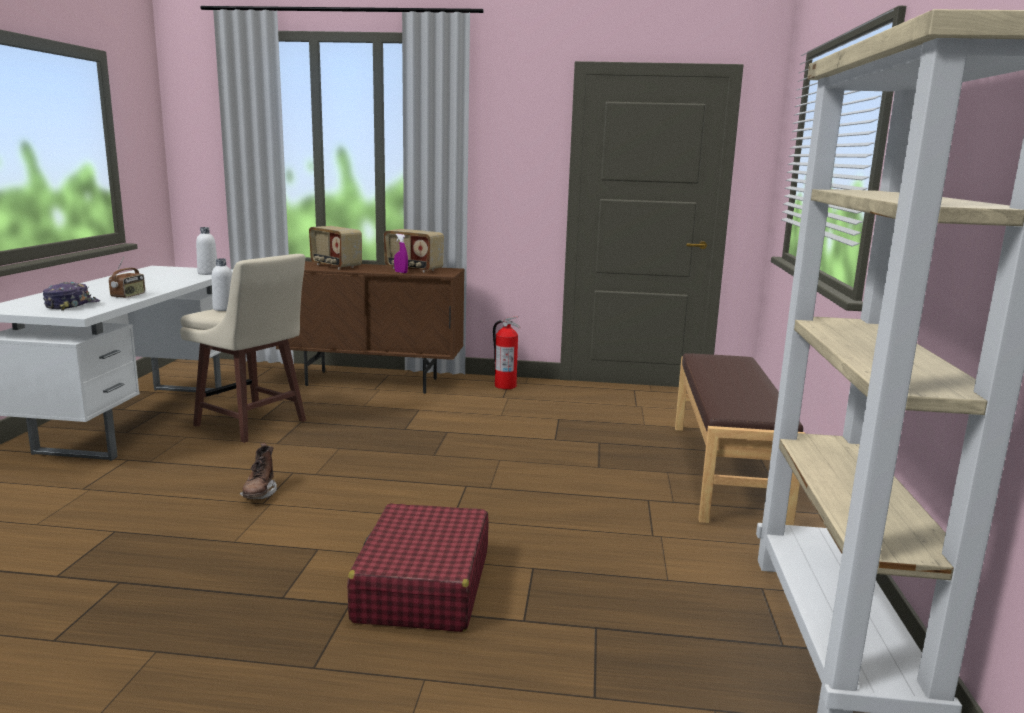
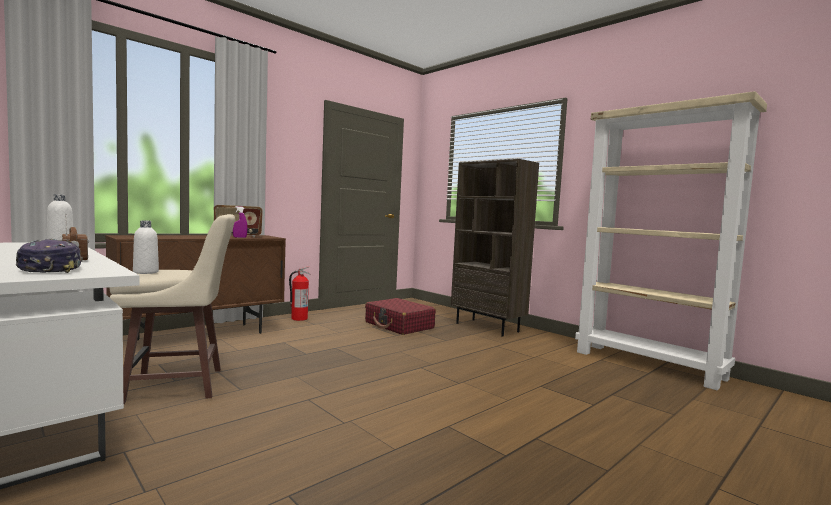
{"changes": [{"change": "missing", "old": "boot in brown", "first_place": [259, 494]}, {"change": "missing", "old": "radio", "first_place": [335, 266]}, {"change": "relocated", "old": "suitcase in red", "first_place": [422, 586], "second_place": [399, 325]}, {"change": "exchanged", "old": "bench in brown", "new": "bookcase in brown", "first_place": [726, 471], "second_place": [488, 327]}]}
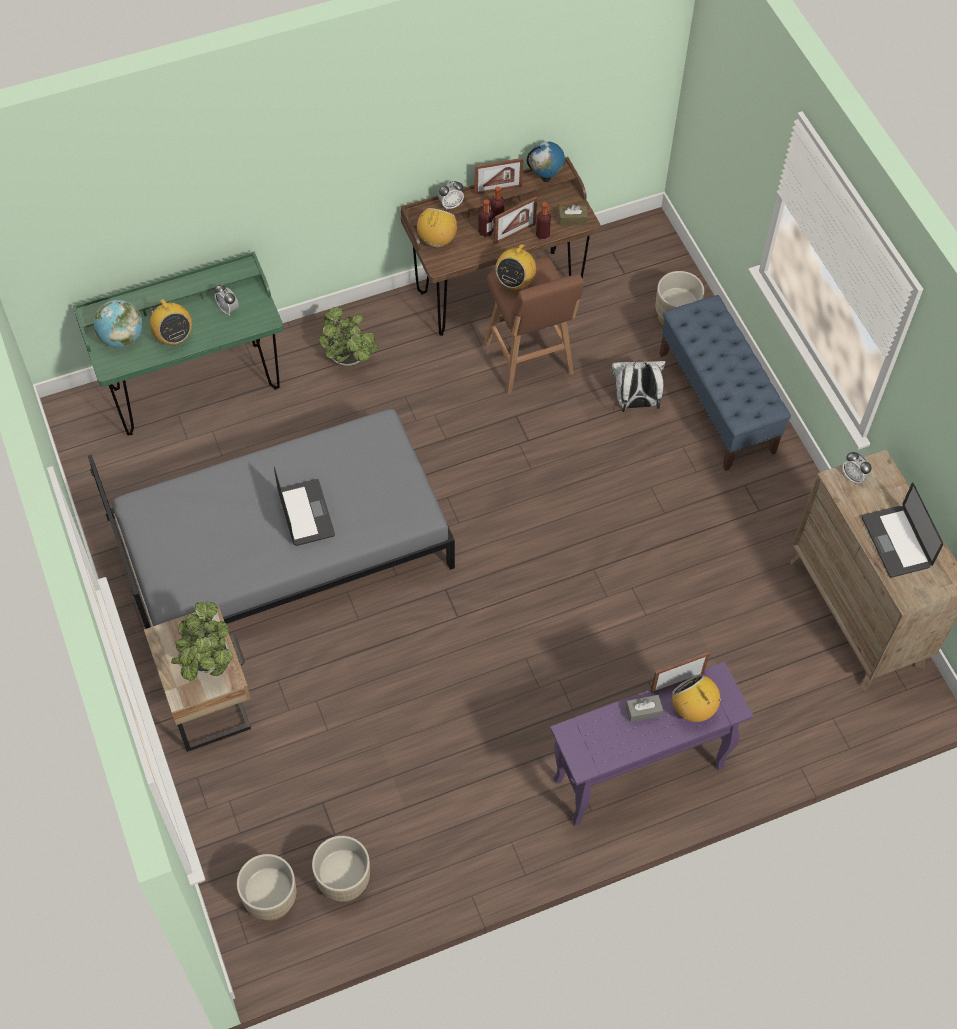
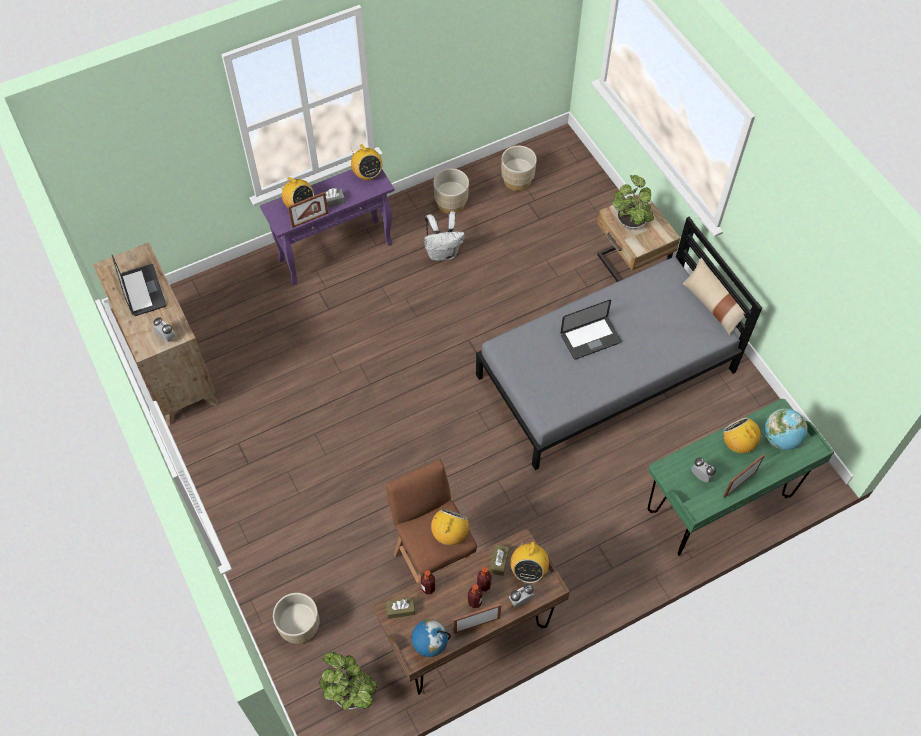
{"changes": [{"change": "missing", "old": "bench in blue", "first_place": [717, 403]}, {"change": "appeared", "new": "radio", "second_place": [367, 174]}, {"change": "appeared", "new": "tissue box in brown", "second_place": [499, 562]}, {"change": "appeared", "new": "pillow in beige", "second_place": [712, 305]}, {"change": "relocated", "old": "planter in beige", "first_place": [270, 898], "second_place": [451, 203]}, {"change": "relocated", "old": "potted plant", "first_place": [350, 360], "second_place": [350, 692]}, {"change": "relocated", "old": "picture frame", "first_place": [514, 233], "second_place": [739, 483]}, {"change": "relocated", "old": "backpack in white", "first_place": [635, 403], "second_place": [443, 253]}, {"change": "spun", "old": "laptop", "first_place": [306, 513], "second_place": [590, 339], "degrees": -90}]}
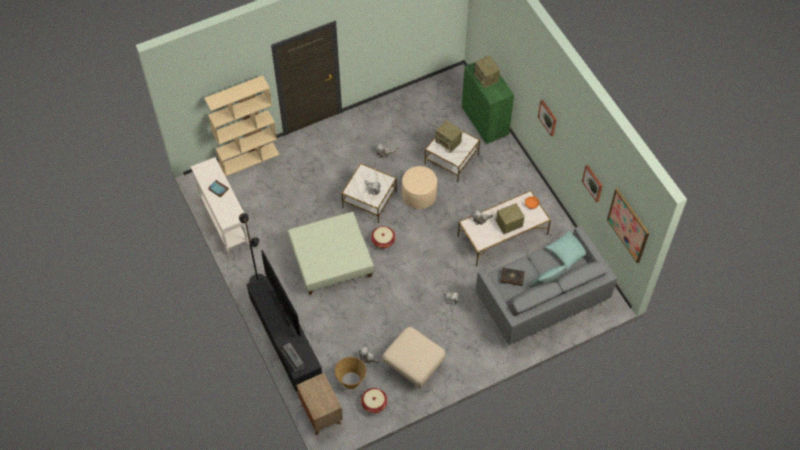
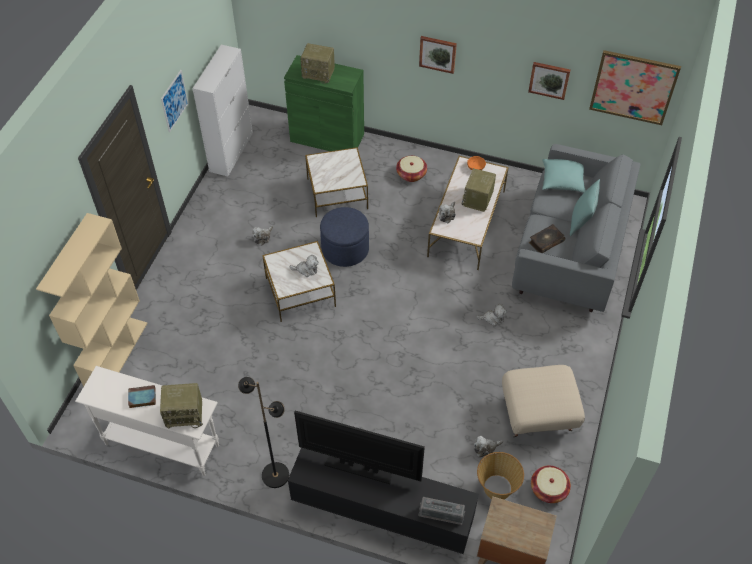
{"changes": [{"change": "missing", "old": "ottoman in green", "first_place": [331, 260]}, {"change": "appeared", "new": "picture", "second_place": [174, 101]}, {"change": "appeared", "new": "cabinet in white", "second_place": [231, 151]}, {"change": "relocated", "old": "basket", "first_place": [383, 241], "second_place": [411, 174]}, {"change": "relocated", "old": "radio", "first_place": [448, 142], "second_place": [185, 413]}, {"change": "colour", "old": "ottoman in beige", "new": "ottoman in blue", "first_place": [419, 195], "second_place": [345, 249]}]}
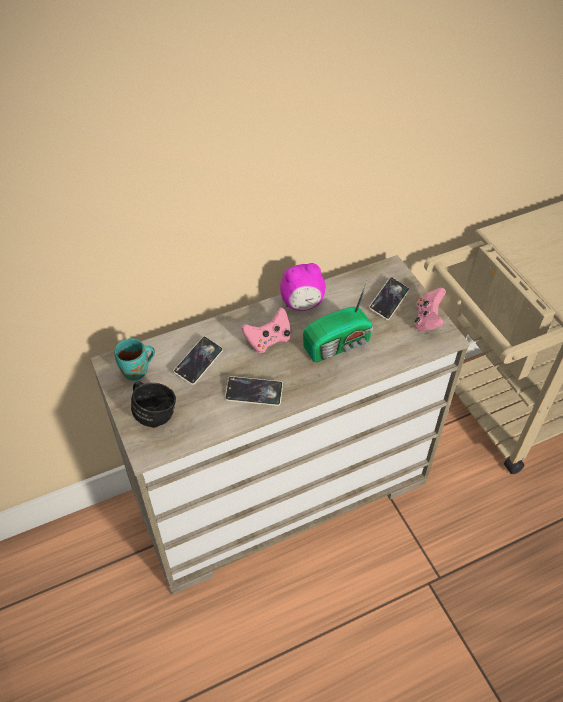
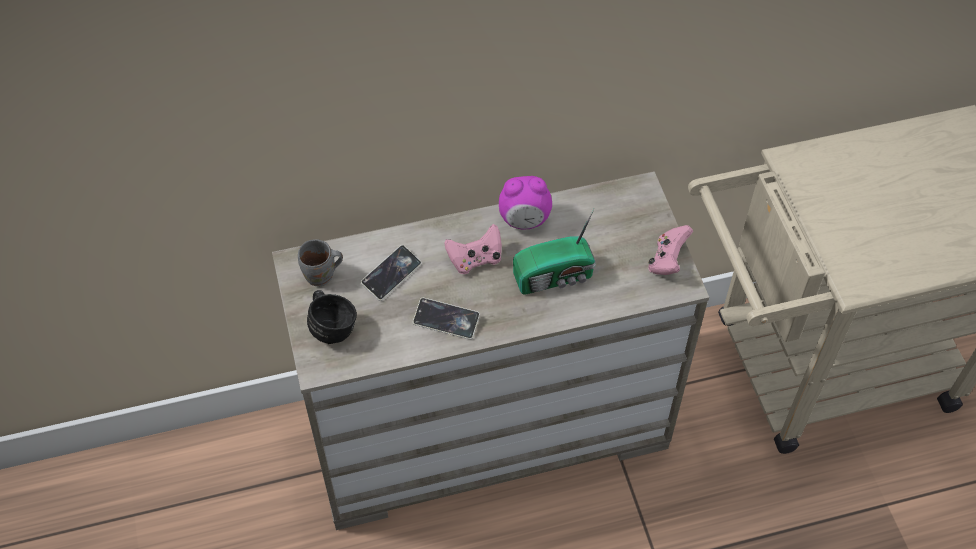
{"changes": [{"change": "missing", "old": "phone", "first_place": [388, 301]}, {"change": "colour", "old": "mug in turquoise", "new": "mug in grey", "first_place": [137, 372], "second_place": [321, 276]}]}
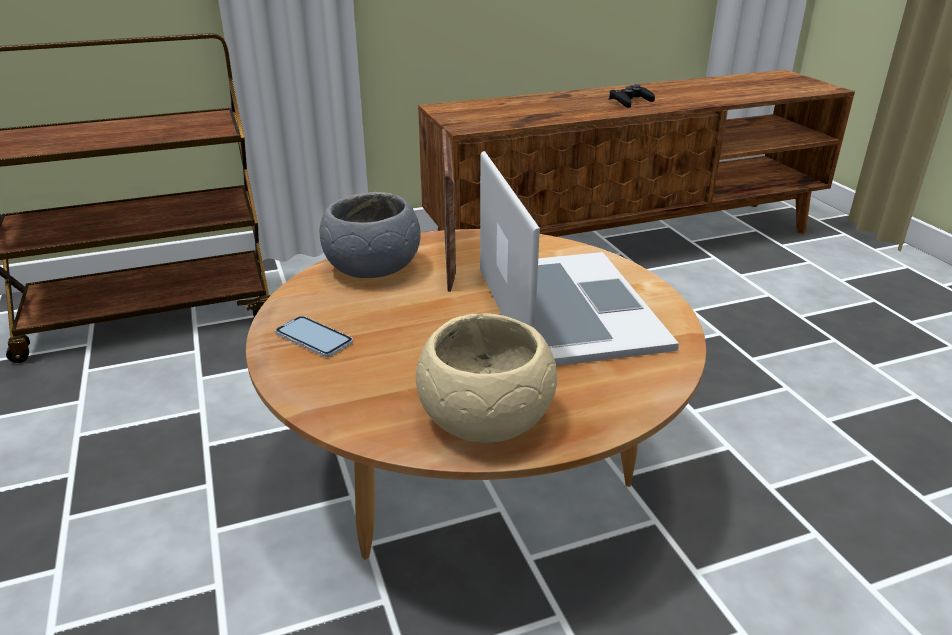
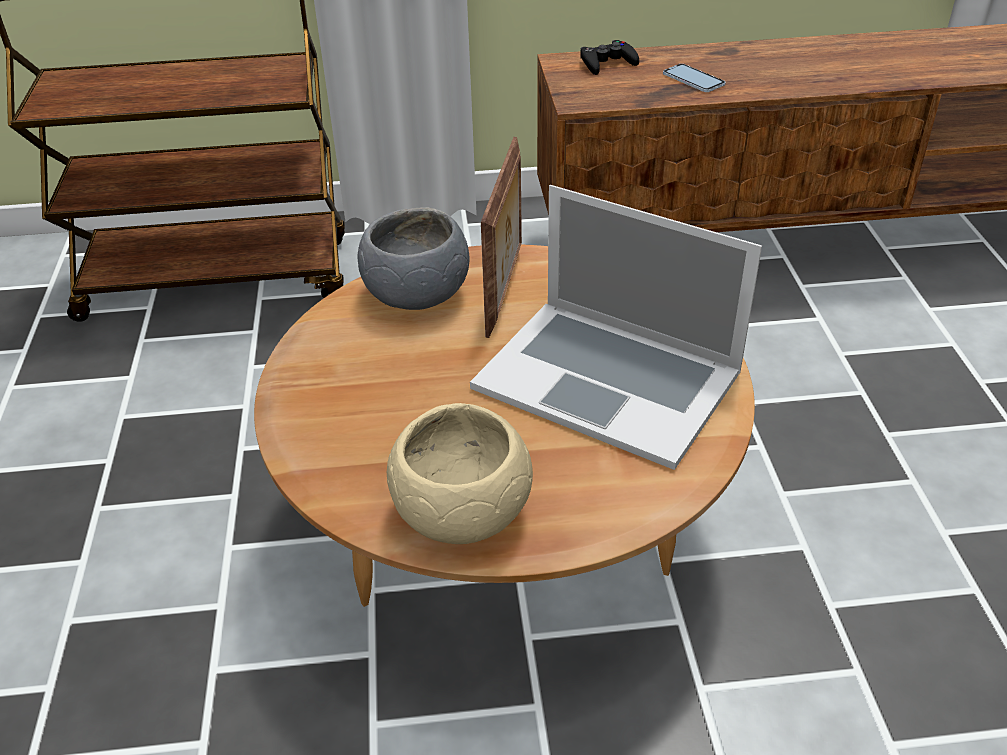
{"changes": [{"change": "relocated", "old": "phone", "first_place": [314, 338], "second_place": [693, 79]}, {"change": "relocated", "old": "game controller in black", "first_place": [630, 101], "second_place": [607, 63]}, {"change": "spun", "old": "laptop", "first_place": [567, 307], "second_place": [608, 379], "degrees": 120}]}
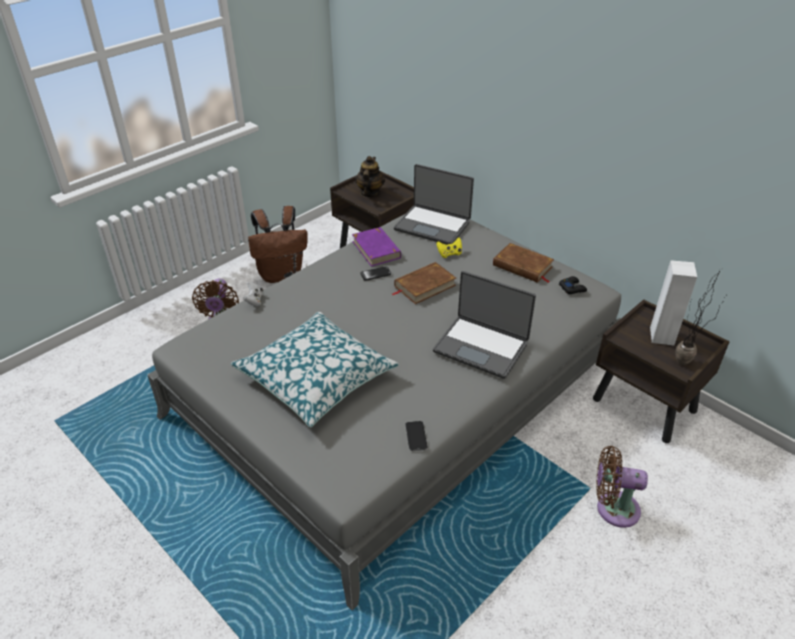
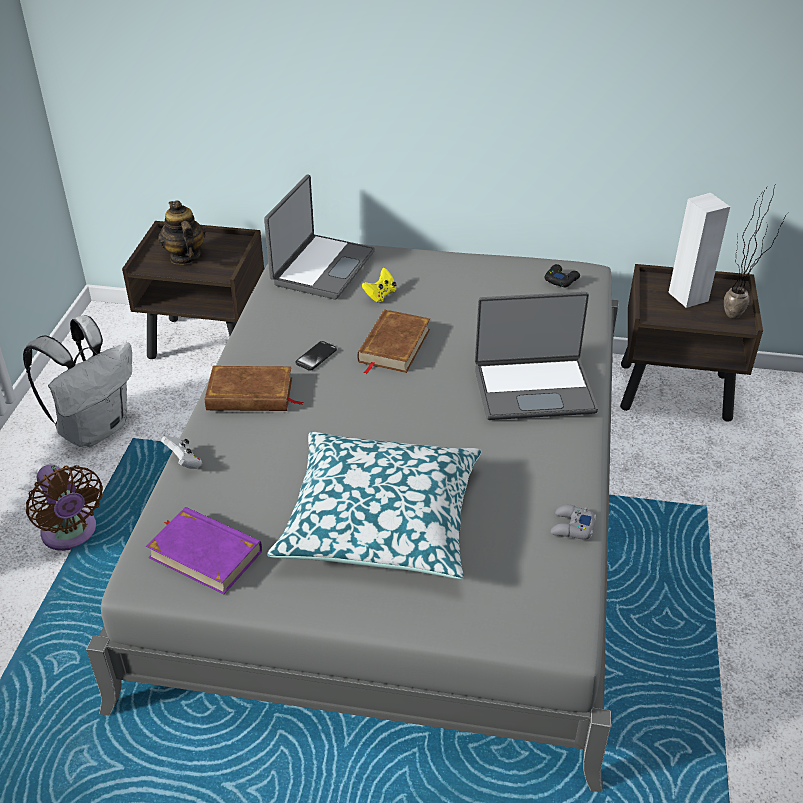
{"changes": [{"change": "missing", "old": "fan in brown", "first_place": [613, 508]}, {"change": "relocated", "old": "book in purple", "first_place": [376, 249], "second_place": [205, 554]}, {"change": "relocated", "old": "book in brown", "first_place": [522, 266], "second_place": [250, 394]}, {"change": "exchanged", "old": "phone", "new": "game controller in grey", "first_place": [416, 436], "second_place": [572, 527]}, {"change": "colour", "old": "backpack in brown", "new": "backpack in white", "first_place": [281, 274], "second_place": [95, 428]}, {"change": "spun", "old": "laptop", "first_place": [433, 225], "second_place": [321, 268], "degrees": -60}]}
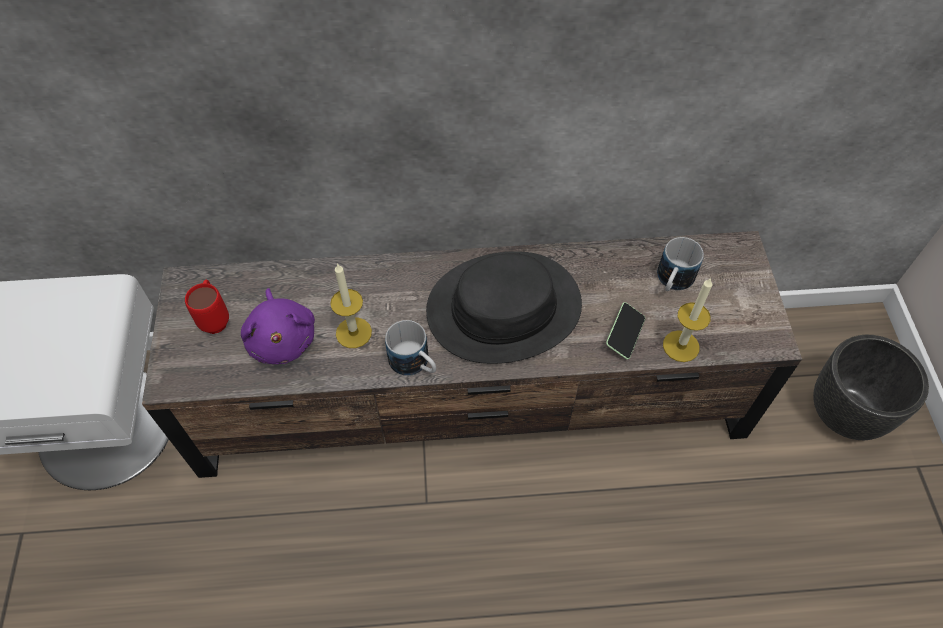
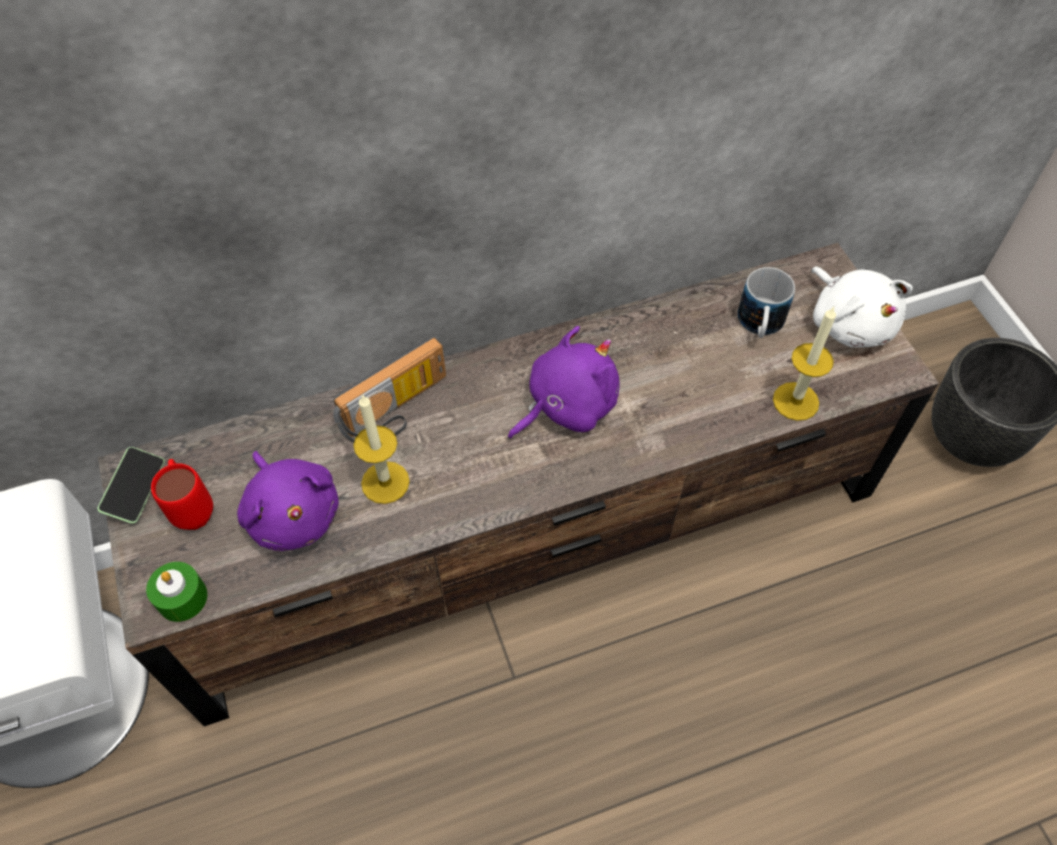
{"changes": [{"change": "missing", "old": "mug", "first_place": [415, 364]}, {"change": "appeared", "new": "candle in green", "second_place": [182, 598]}, {"change": "appeared", "new": "radio", "second_place": [398, 411]}, {"change": "appeared", "new": "plush toy in white", "second_place": [850, 322]}, {"change": "relocated", "old": "phone", "first_place": [624, 335], "second_place": [136, 490]}, {"change": "exchanged", "old": "hat in black", "new": "plush toy in purple", "first_place": [503, 308], "second_place": [566, 405]}]}
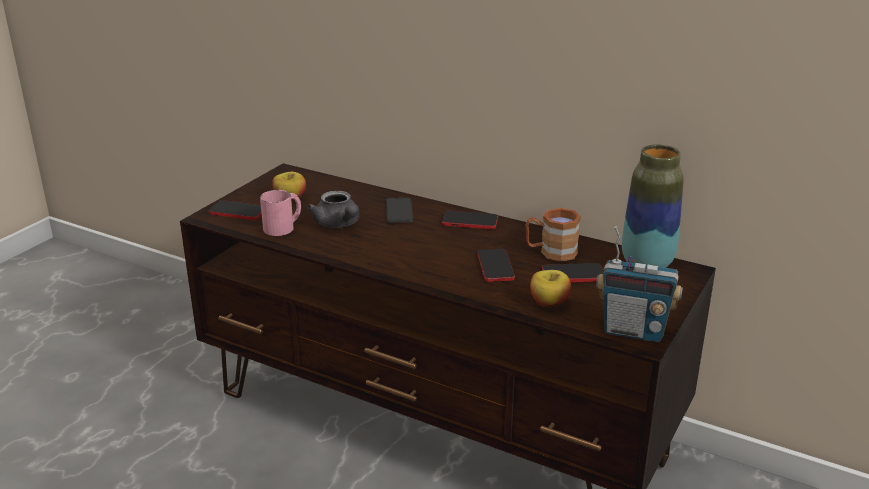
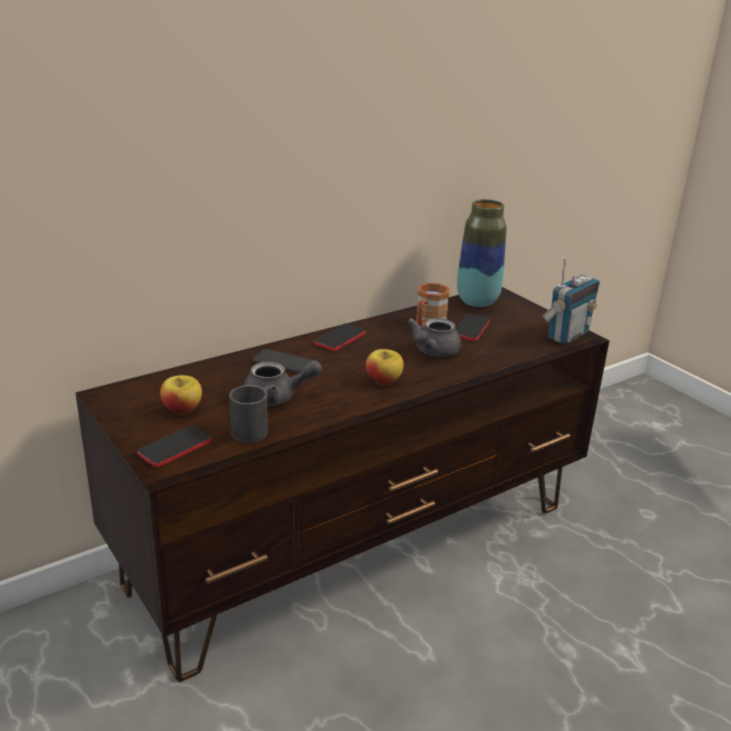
{"changes": [{"change": "relocated", "old": "apple", "first_place": [549, 303], "second_place": [383, 380]}, {"change": "exchanged", "old": "phone", "new": "teapot in grey", "first_place": [495, 266], "second_place": [432, 352]}, {"change": "colour", "old": "mug in pink", "new": "mug in black", "first_place": [284, 226], "second_place": [248, 428]}]}
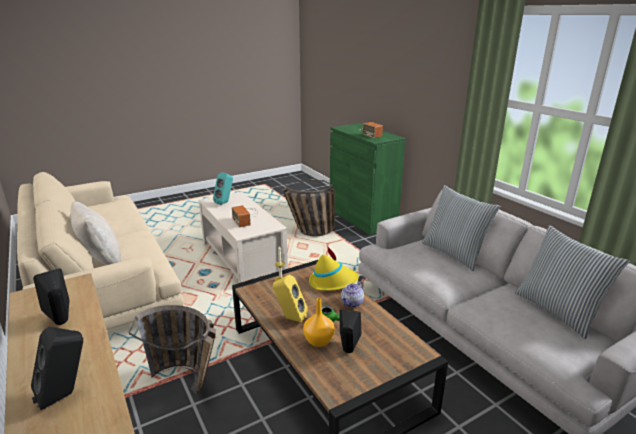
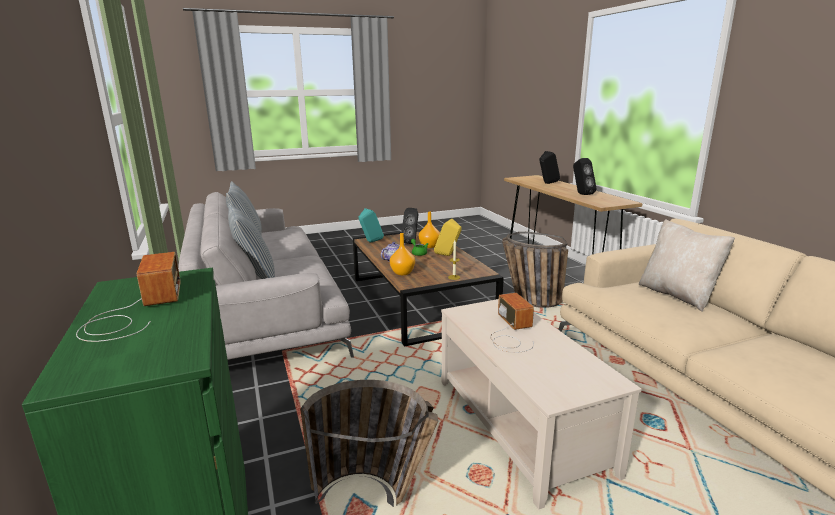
{"changes": [{"change": "relocated", "old": "speaker in turquoise", "first_place": [225, 202], "second_place": [370, 242]}, {"change": "exchanged", "old": "hat in yellow", "new": "vase in orange", "first_place": [333, 282], "second_place": [402, 273]}]}
